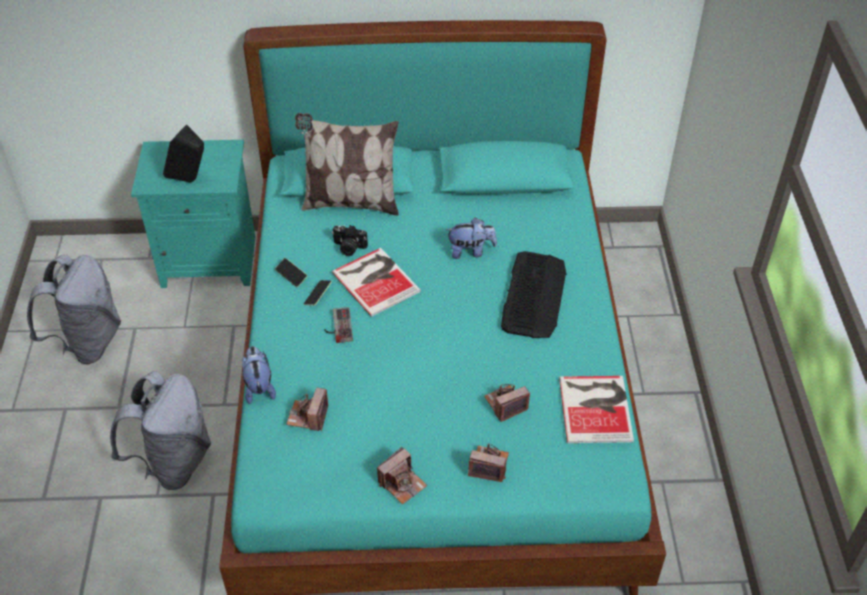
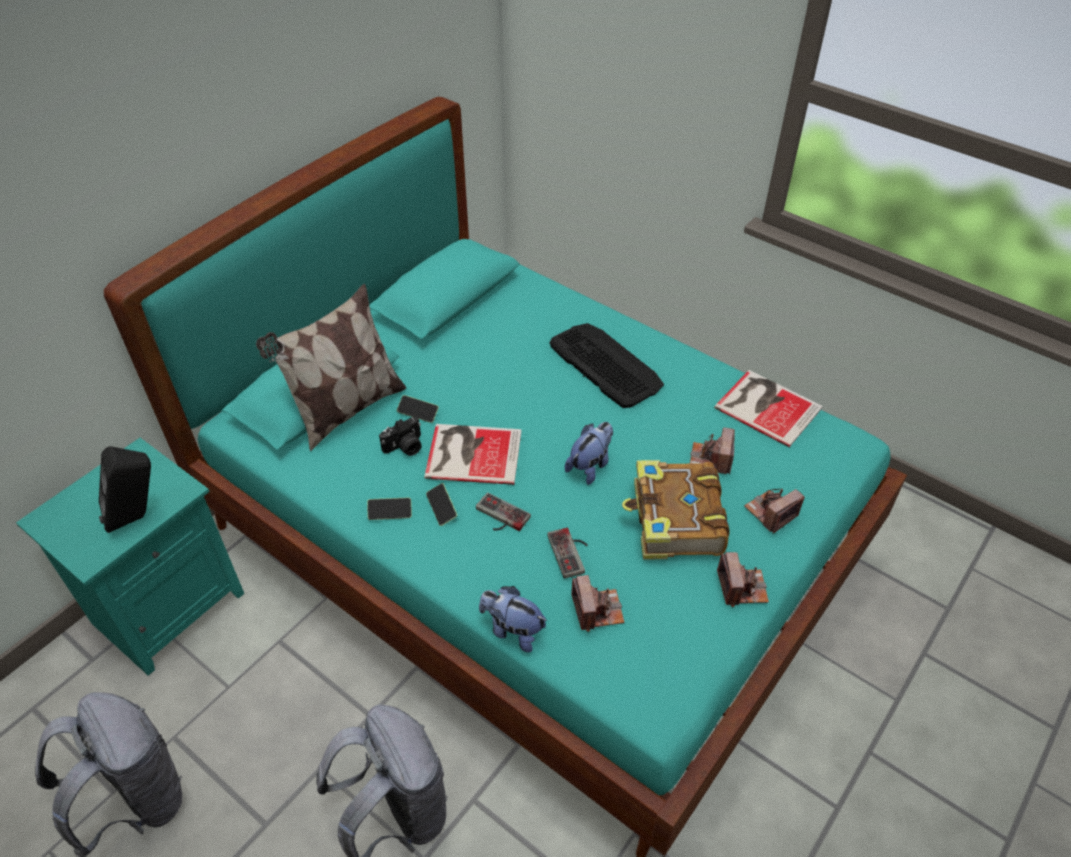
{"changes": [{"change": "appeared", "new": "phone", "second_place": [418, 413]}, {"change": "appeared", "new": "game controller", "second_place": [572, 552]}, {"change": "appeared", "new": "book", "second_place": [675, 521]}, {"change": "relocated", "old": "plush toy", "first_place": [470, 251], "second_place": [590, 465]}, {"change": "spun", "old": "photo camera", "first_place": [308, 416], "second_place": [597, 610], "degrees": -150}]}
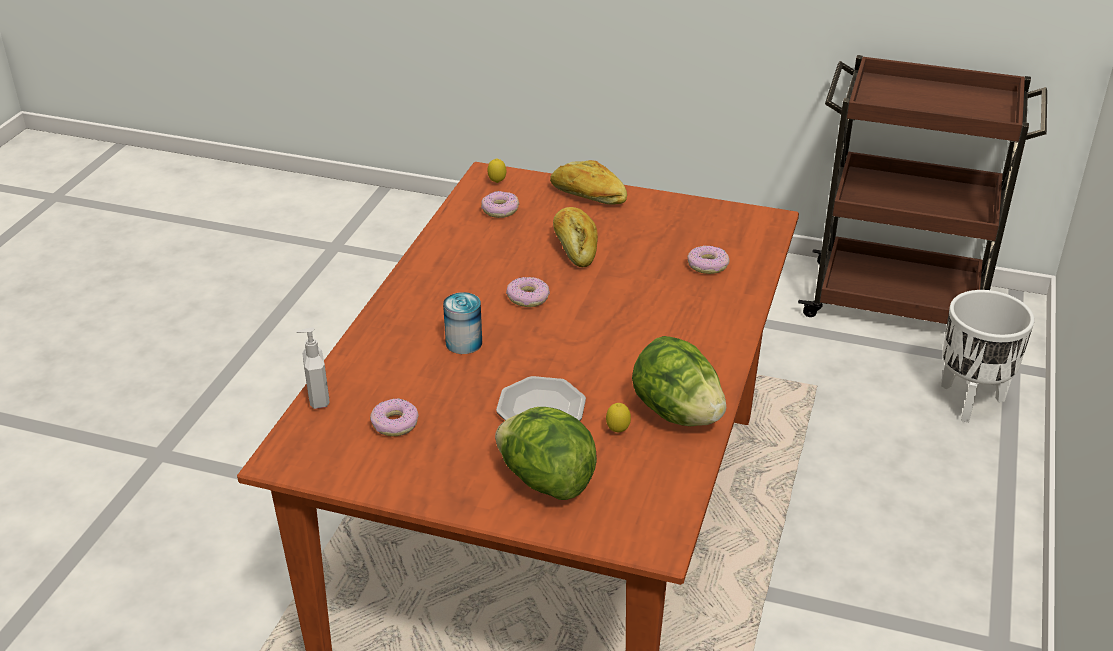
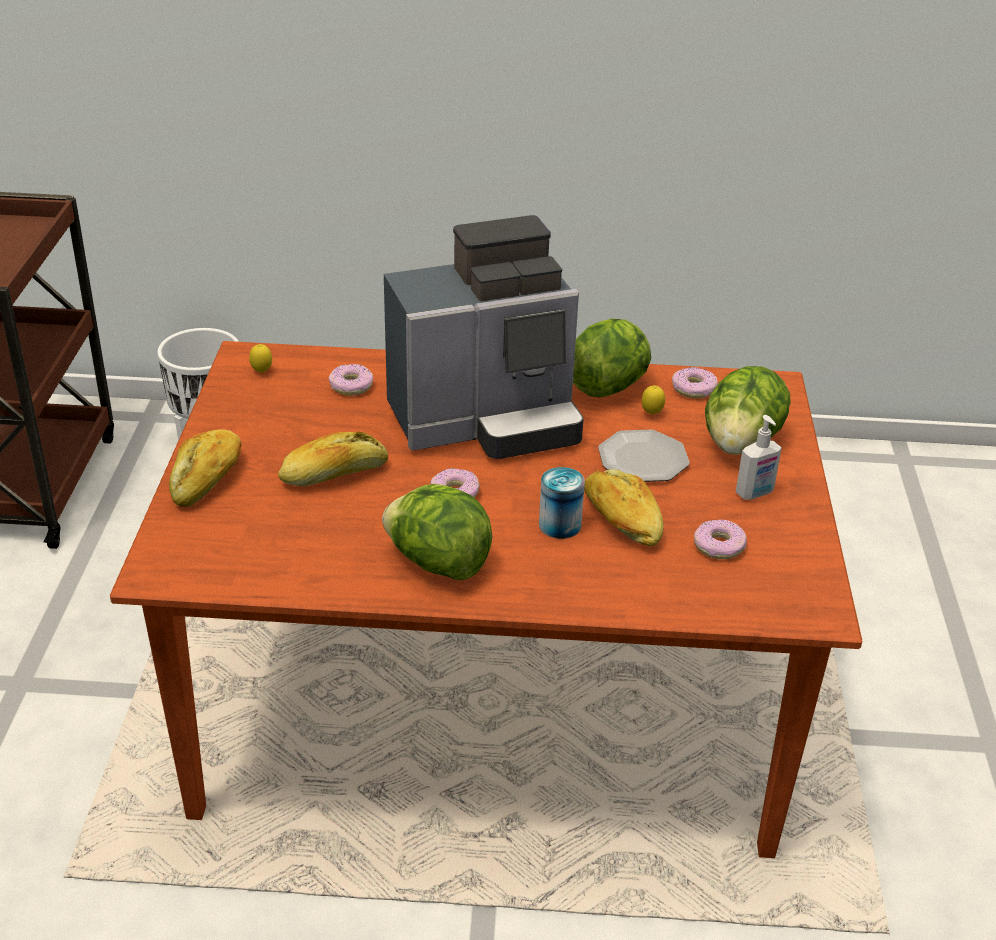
{"changes": [{"change": "appeared", "new": "lettuce", "second_place": [437, 563]}, {"change": "appeared", "new": "coffee machine", "second_place": [487, 421]}, {"change": "appeared", "new": "bread", "second_place": [621, 520]}, {"change": "relocated", "old": "soap dispenser", "first_place": [317, 399], "second_place": [755, 493]}, {"change": "relocated", "old": "donut", "first_place": [500, 210], "second_place": [694, 389]}, {"change": "relocated", "old": "lemon", "first_place": [497, 182], "second_place": [262, 372]}]}
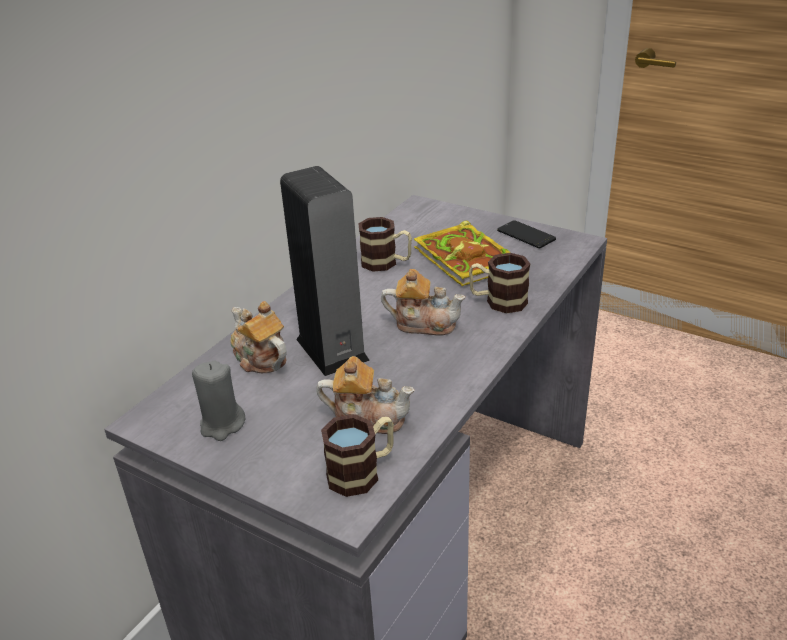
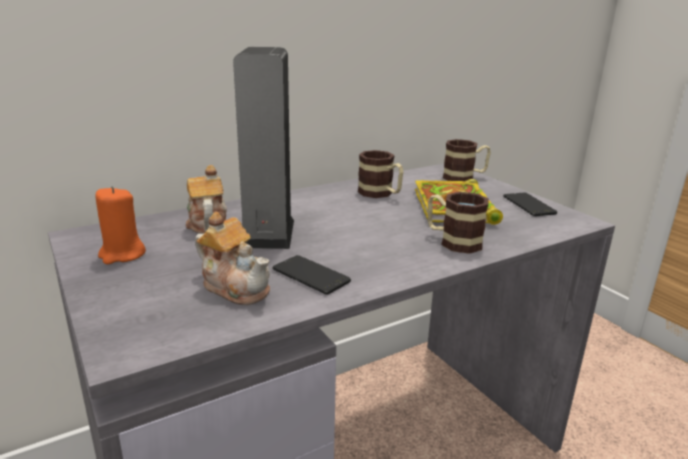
{"changes": [{"change": "missing", "old": "teapot", "first_place": [424, 323]}, {"change": "appeared", "new": "phone", "second_place": [311, 275]}, {"change": "relocated", "old": "mug", "first_place": [362, 472], "second_place": [464, 177]}, {"change": "colour", "old": "candle in grey", "new": "candle in orange", "first_place": [222, 425], "second_place": [122, 254]}]}
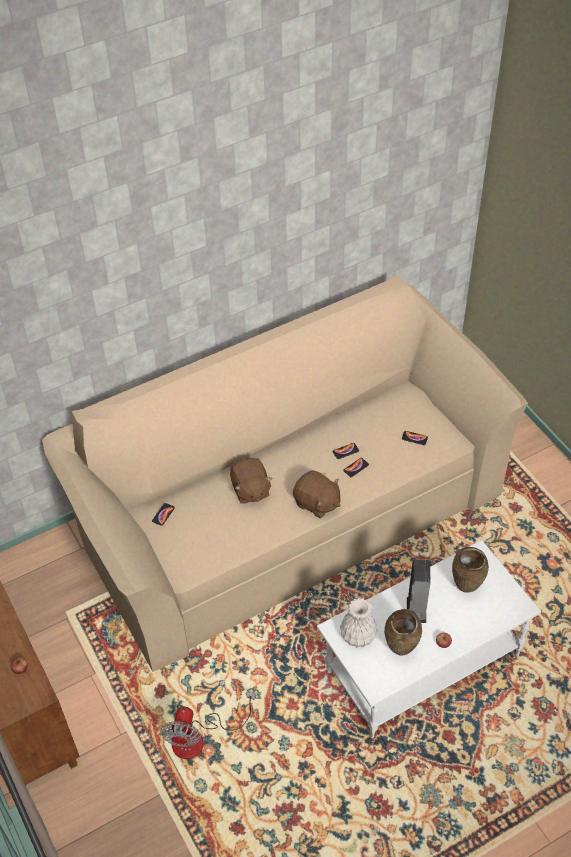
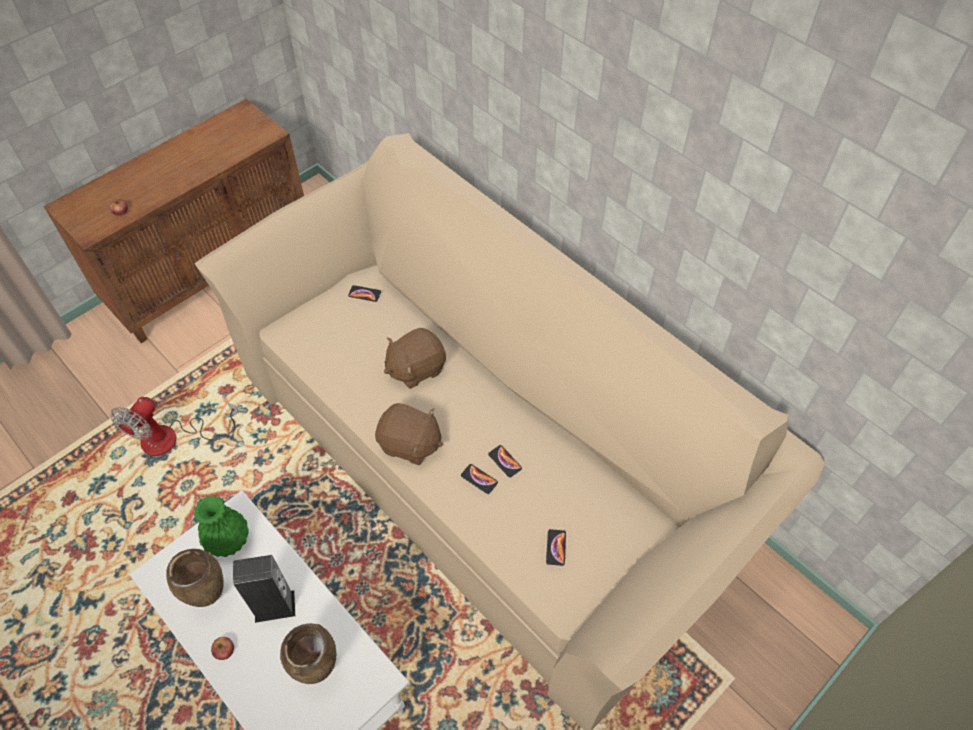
{"changes": [{"change": "colour", "old": "vase in white", "new": "vase in green", "first_place": [357, 636], "second_place": [227, 539]}, {"change": "spun", "old": "fan", "first_place": [199, 738], "second_place": [173, 438], "degrees": -60}, {"change": "spun", "old": "plush toy in brown", "first_place": [316, 503], "second_place": [409, 444], "degrees": -90}]}
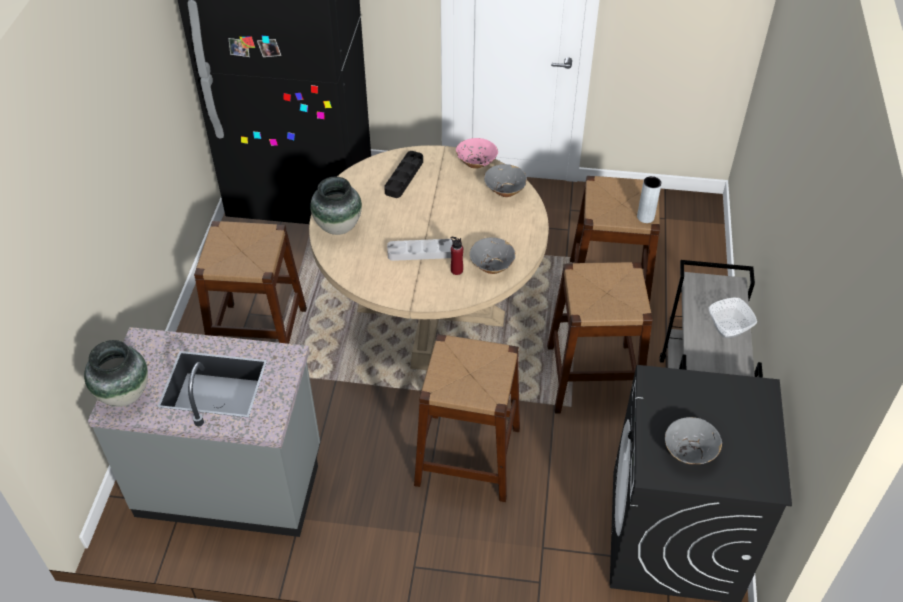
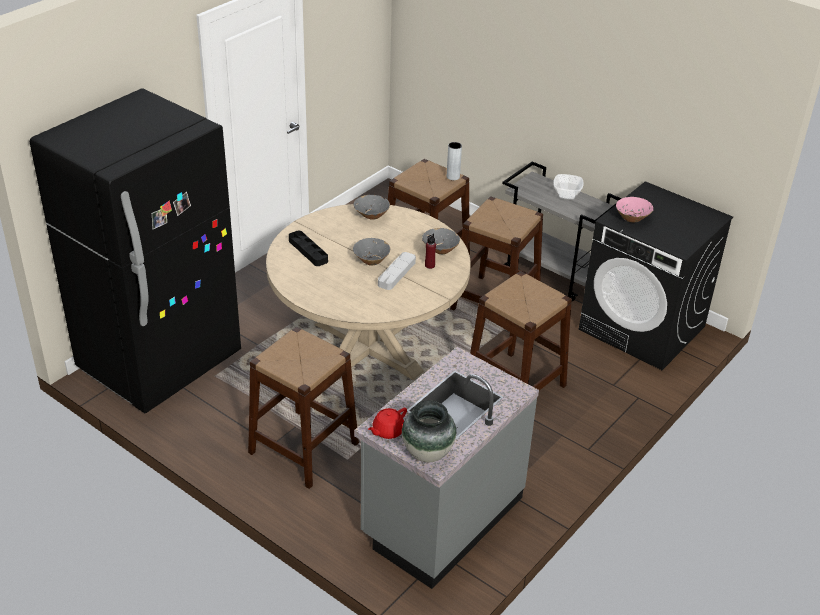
{"changes": [{"change": "missing", "old": "vase", "first_place": [338, 226]}, {"change": "appeared", "new": "teapot in red", "second_place": [387, 431]}, {"change": "relocated", "old": "bowl in pink", "first_place": [476, 163], "second_place": [632, 218]}, {"change": "relocated", "old": "bowl in grey", "first_place": [689, 452], "second_place": [371, 260]}]}
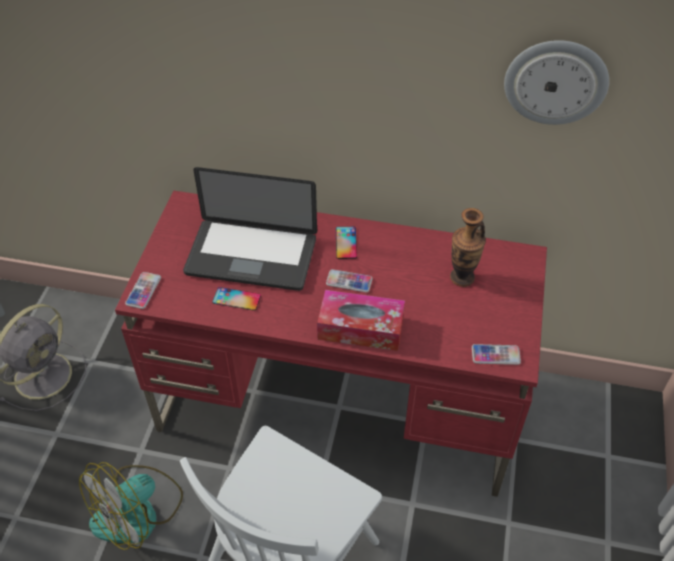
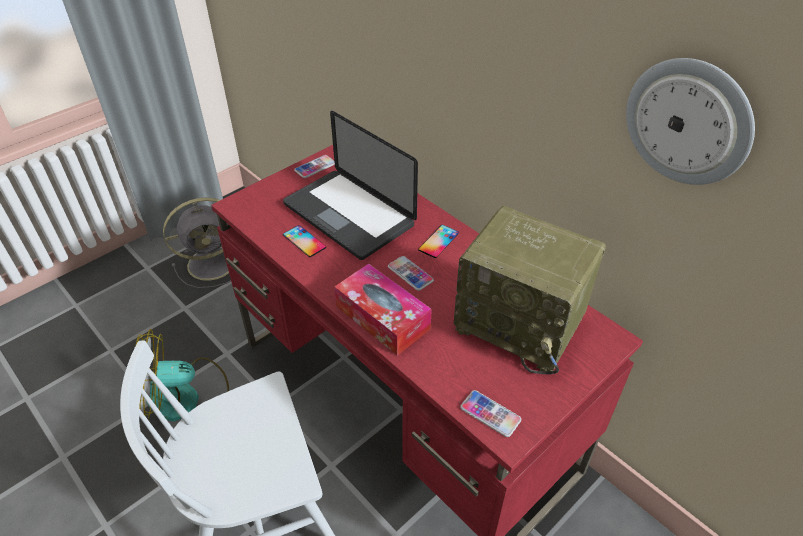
{"changes": [{"change": "relocated", "old": "phone", "first_place": [143, 291], "second_place": [315, 167]}, {"change": "exchanged", "old": "vase", "new": "radio", "first_place": [462, 277], "second_place": [522, 323]}]}
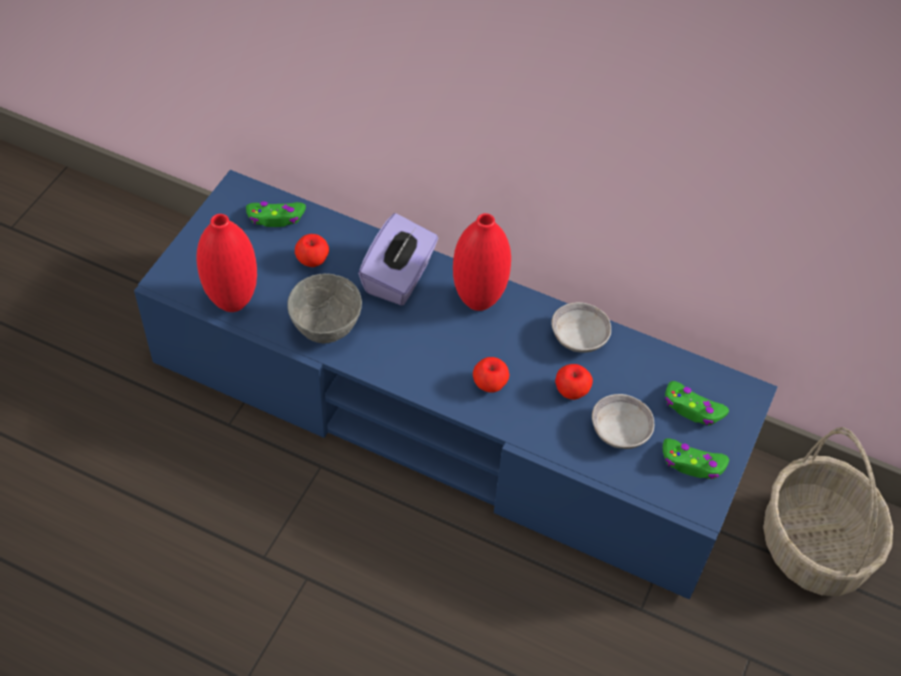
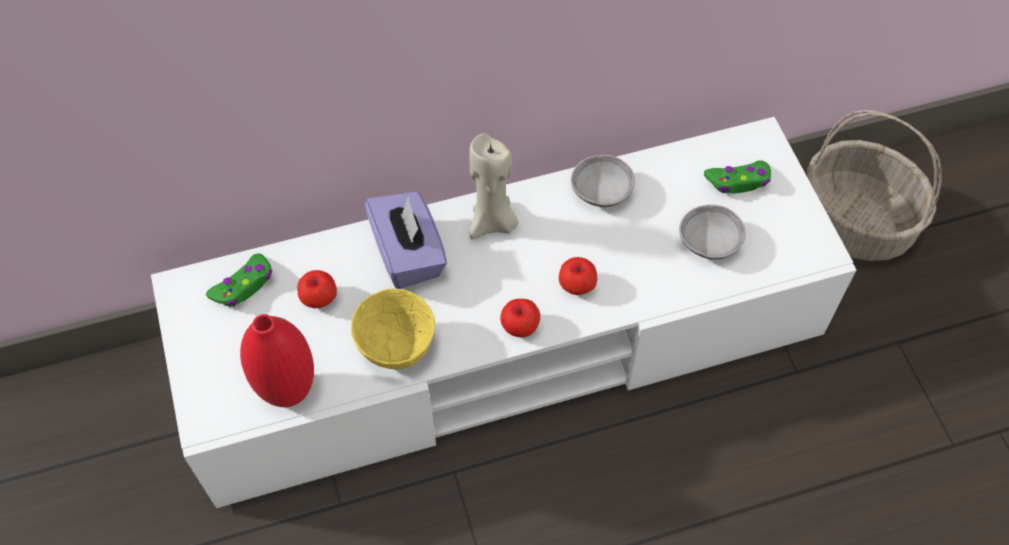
{"changes": [{"change": "missing", "old": "game controller in green", "first_place": [692, 464]}, {"change": "relocated", "old": "apple", "first_place": [571, 391], "second_place": [520, 326]}, {"change": "exchanged", "old": "vase in red", "new": "candle in beige", "first_place": [478, 300], "second_place": [493, 222]}, {"change": "colour", "old": "tv stand in blue", "new": "tv stand in white", "first_place": [445, 411], "second_place": [504, 341]}, {"change": "colour", "old": "bowl in grey", "new": "bowl in yellow", "first_place": [324, 328], "second_place": [395, 349]}]}
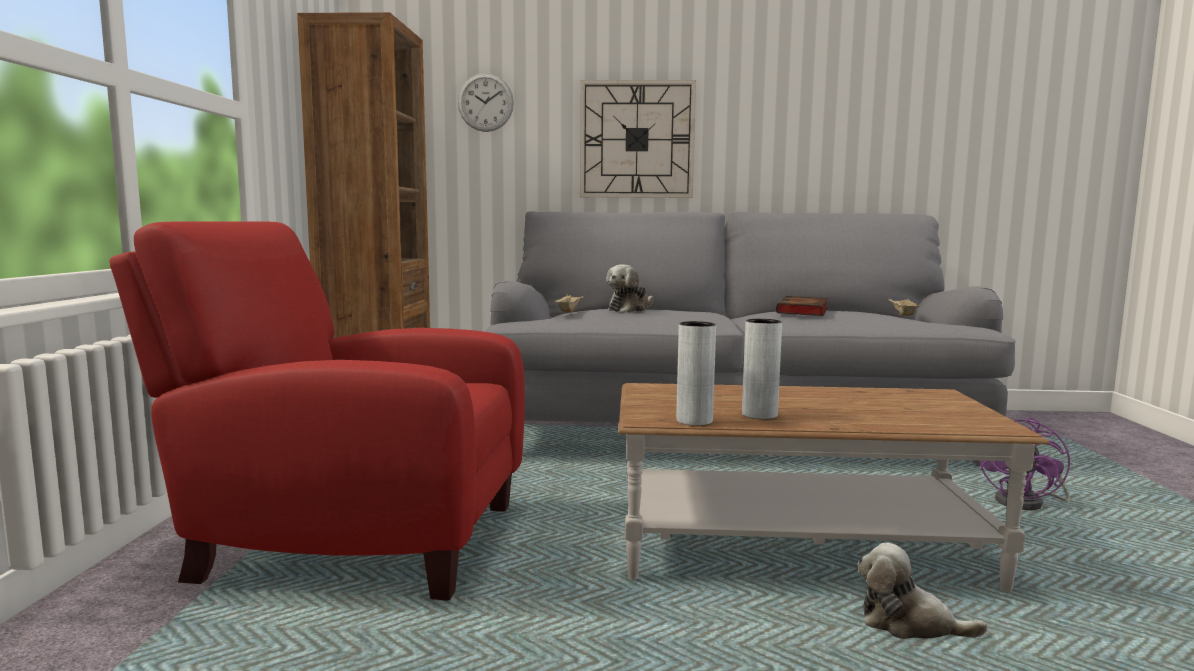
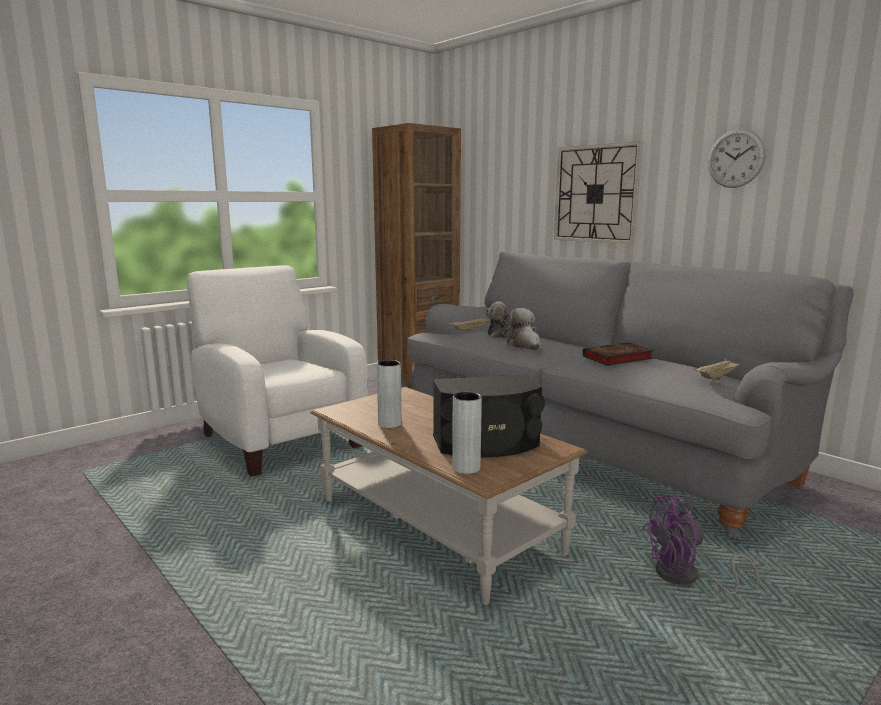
{"changes": [{"change": "appeared", "new": "speaker in black", "second_place": [487, 443]}, {"change": "relocated", "old": "wall clock", "first_place": [485, 102], "second_place": [735, 158]}, {"change": "relocated", "old": "vase in grey", "first_place": [694, 421], "second_place": [466, 468]}, {"change": "relocated", "old": "plush toy", "first_place": [908, 624], "second_place": [524, 345]}, {"change": "colour", "old": "armchair in red", "new": "armchair in white", "first_place": [352, 539], "second_place": [278, 438]}]}
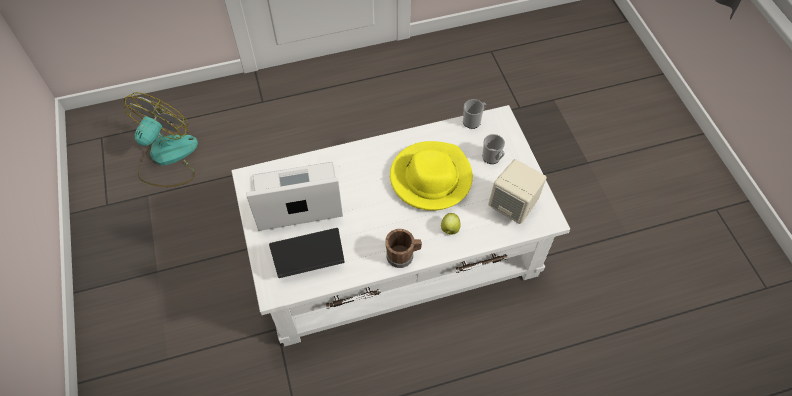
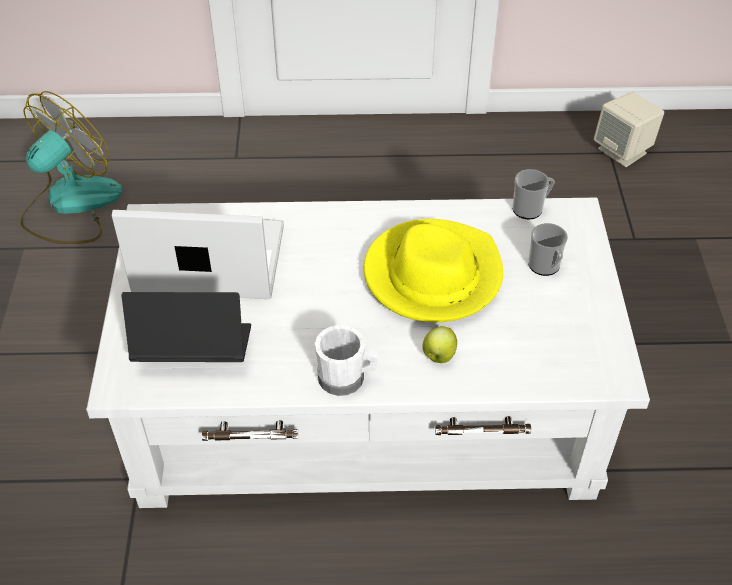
{"changes": [{"change": "relocated", "old": "speaker in beige", "first_place": [513, 206], "second_place": [623, 151]}, {"change": "colour", "old": "mug in brown", "new": "mug in white", "first_place": [403, 255], "second_place": [347, 378]}]}
